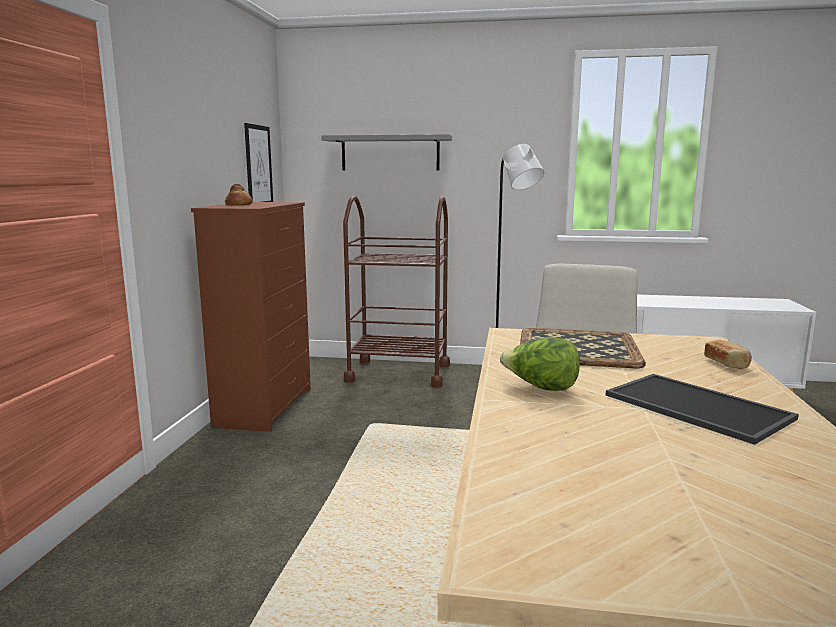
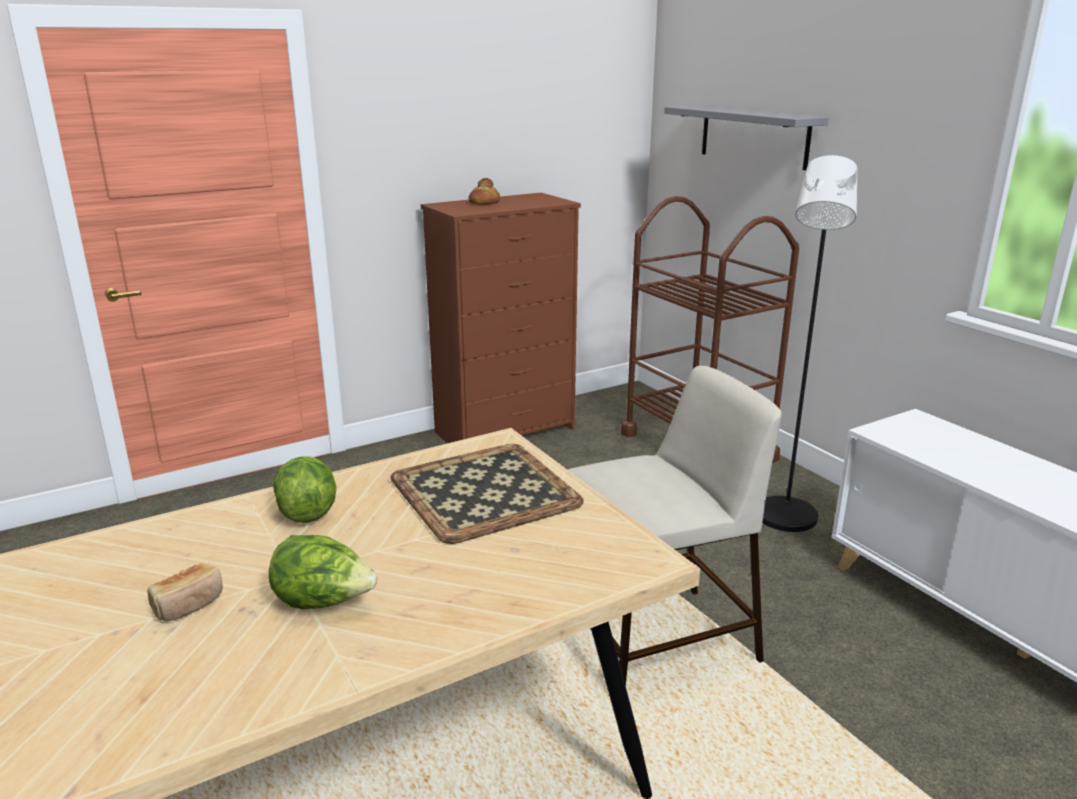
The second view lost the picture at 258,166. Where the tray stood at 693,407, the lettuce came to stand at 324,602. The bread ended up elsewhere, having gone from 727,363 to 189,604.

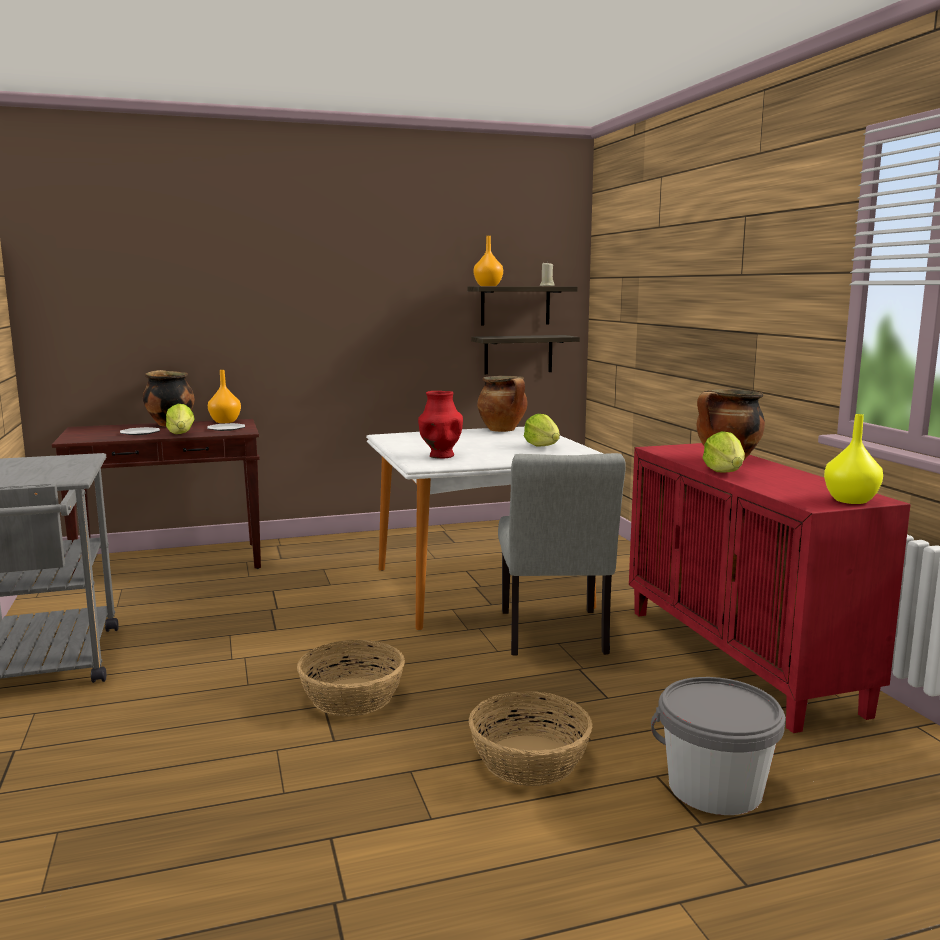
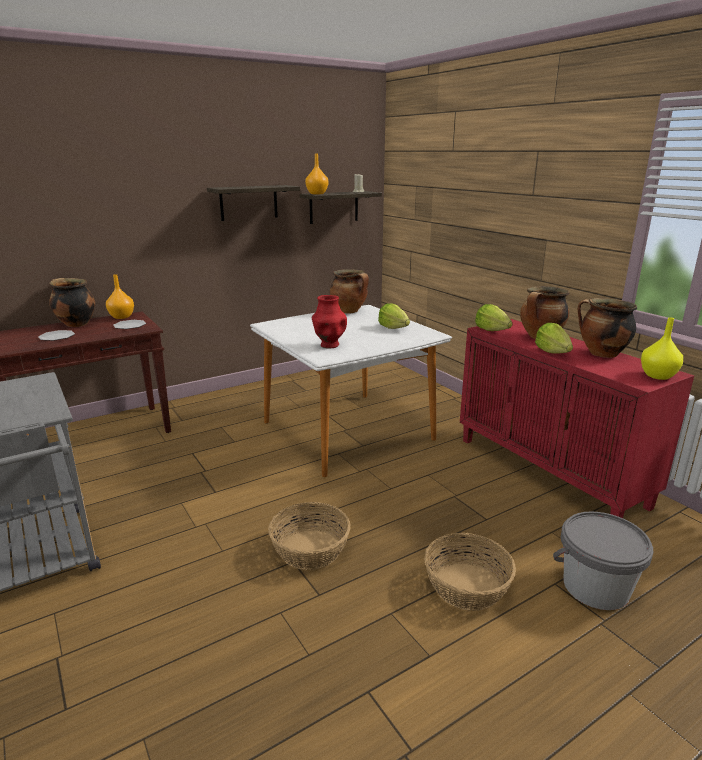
The lettuce ended up elsewhere, having gone from 181,434 to 491,330. The shelf ended up elsewhere, having gone from 518,354 to 248,202. The second view lost the grey chair at 554,636. The second view gained the cooking pot at 601,354.

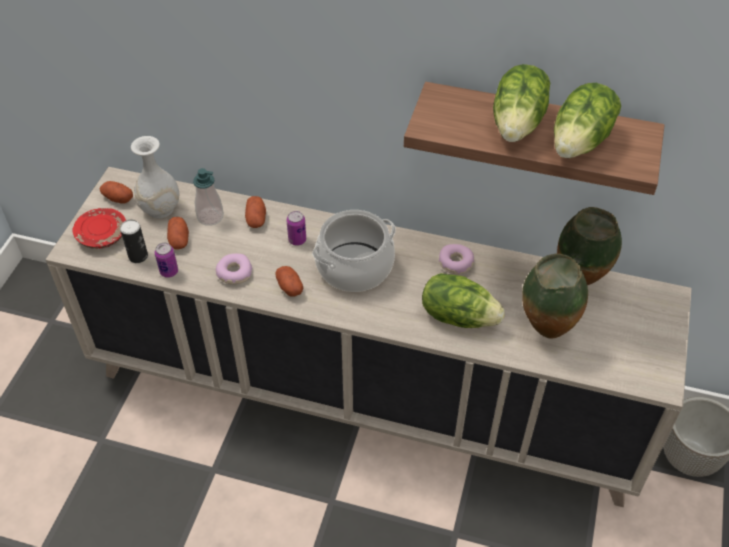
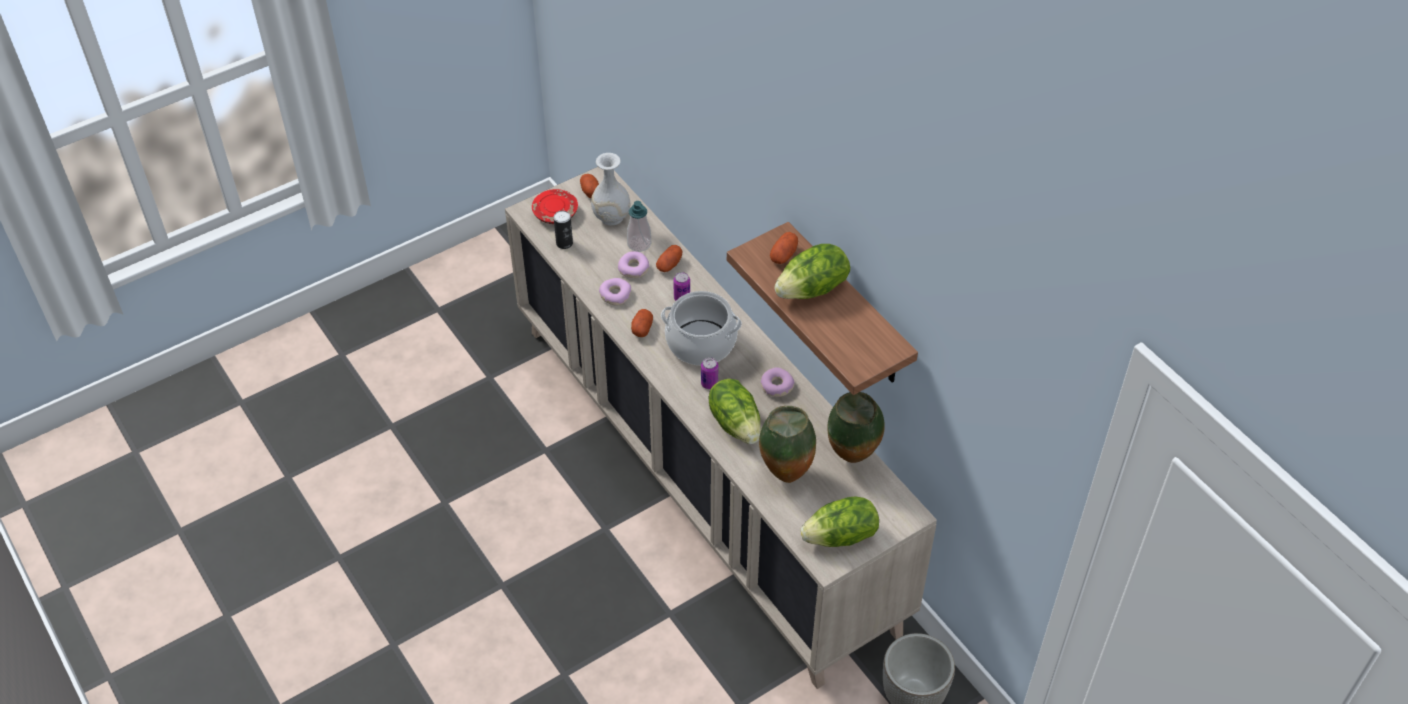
The can ended up elsewhere, having gone from 169,271 to 709,383. The potato ended up elsewhere, having gone from 179,239 to 783,255. The lettuce ended up elsewhere, having gone from 581,142 to 841,537. The second view gained the donut at 634,269.

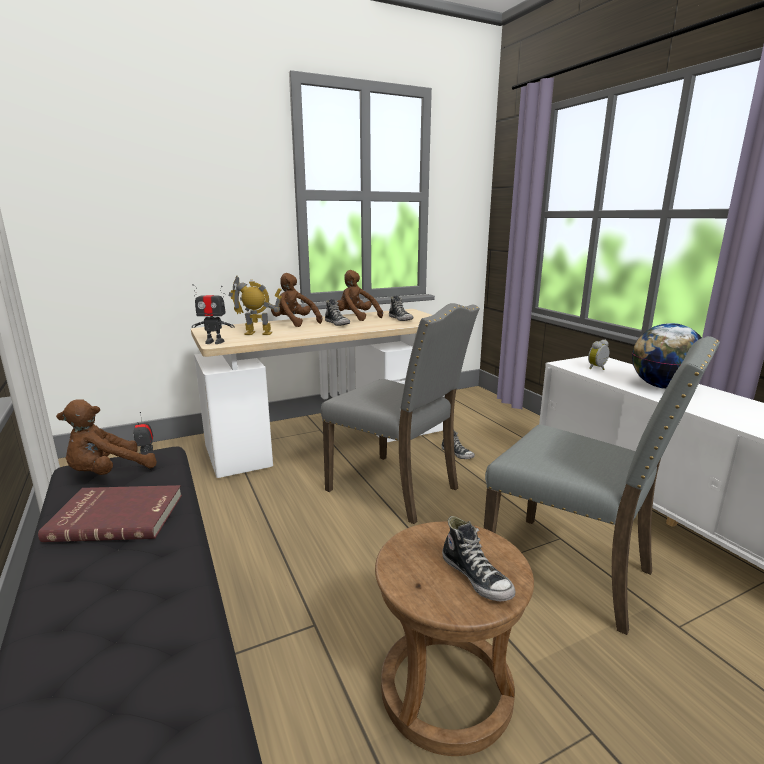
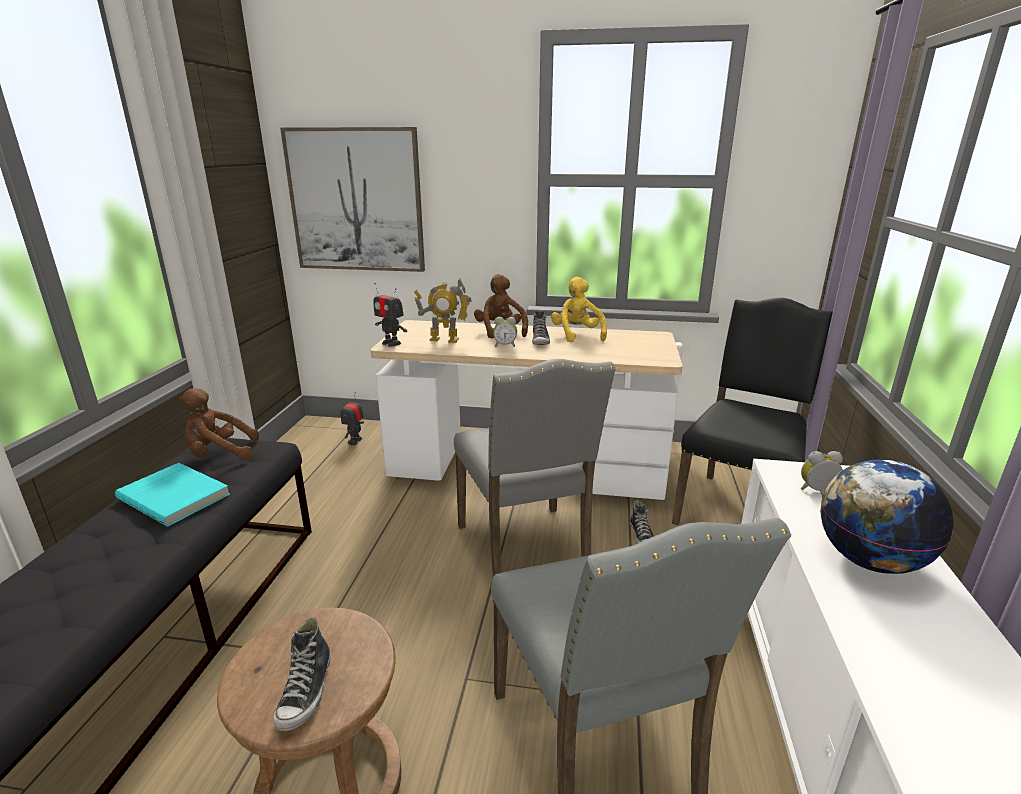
What was the red book at 117,516 turned into the turquoise book at 176,496. The toy robot at 258,333 ended up facing another way, 150 degrees clockwise from before. What was the brown plush toy at 356,317 turned into the yellow plush toy at 577,335. The second view lost the shoe at 401,319. The second view gained the picture at 356,201. The second view gained the alarm clock at 505,345. The second view gained the black chair at 737,509.

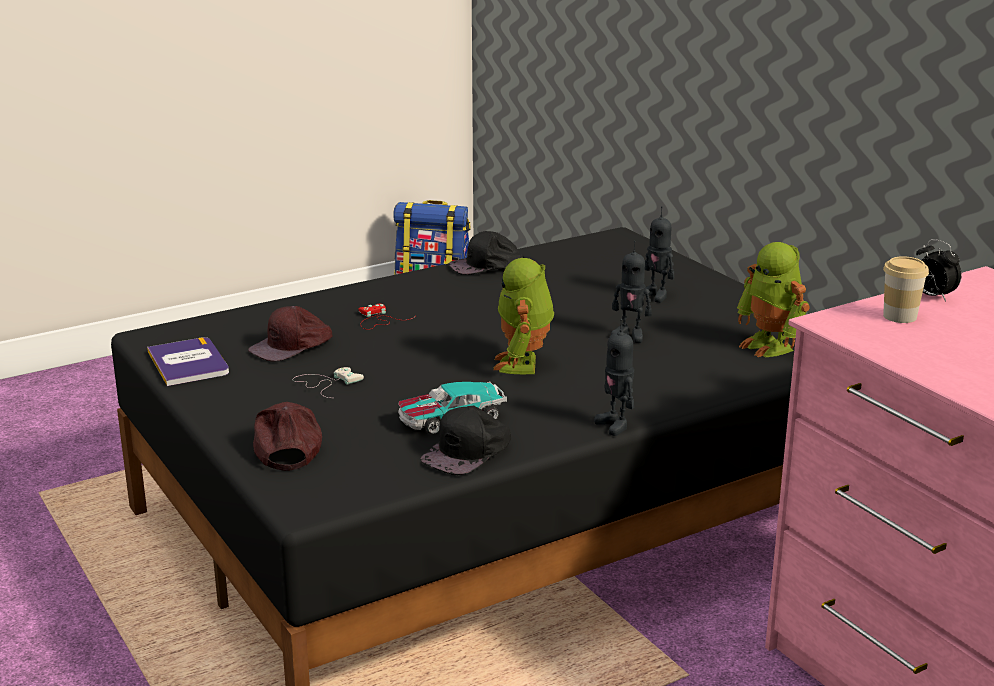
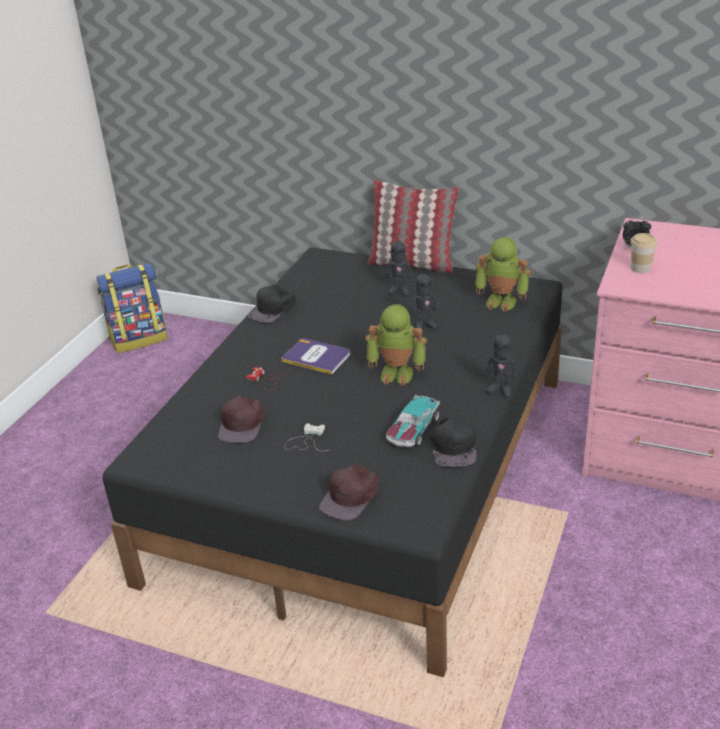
The book ended up elsewhere, having gone from 188,363 to 316,357. The brown cap at 286,446 ended up facing another way, 105 degrees counterclockwise from before. The toy robot at 523,364 ended up facing another way, 45 degrees counterclockwise from before. The second view gained the pillow at 412,263.

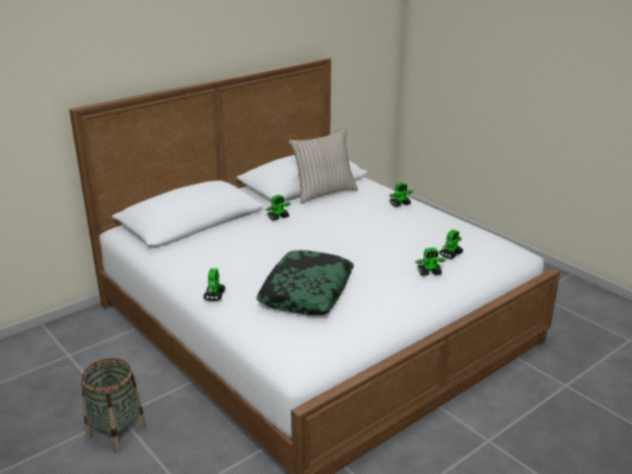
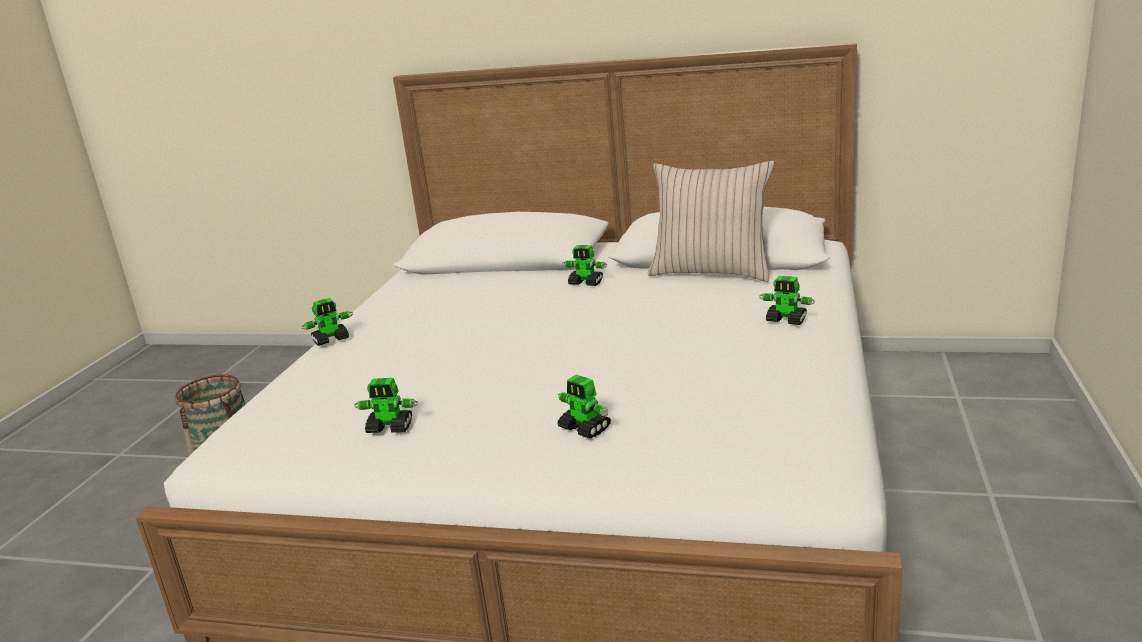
The second view lost the pillow at 306,292. The toy robot ended up elsewhere, having gone from 451,254 to 390,428.

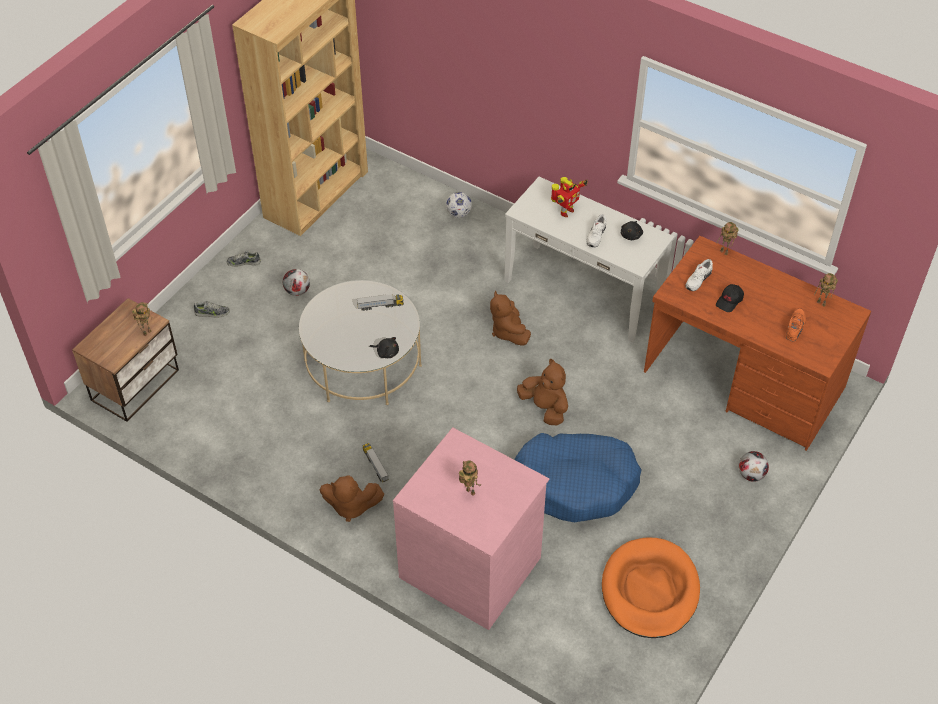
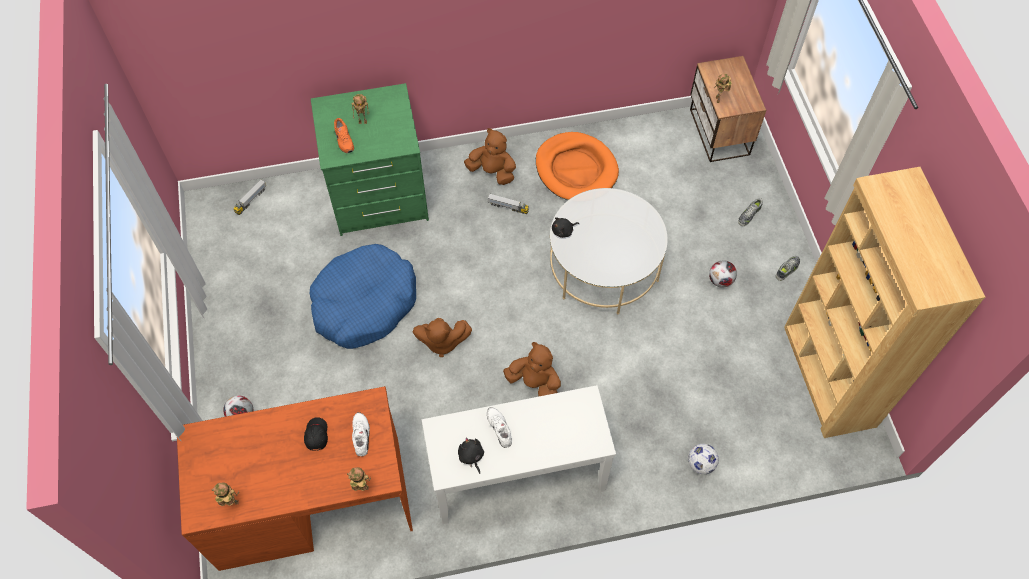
The brown plush toy at 350,506 ended up facing another way, 60 degrees clockwise from before. The toy truck ended up elsewhere, having gone from 380,306 to 251,200. What was the pink dresser at 471,566 turned into the green dresser at 379,197. The second view lost the toy robot at 565,211. The orange dog bed ended up elsewhere, having gone from 649,590 to 576,169. The orange shoe ended up elsewhere, having gone from 795,327 to 343,140.

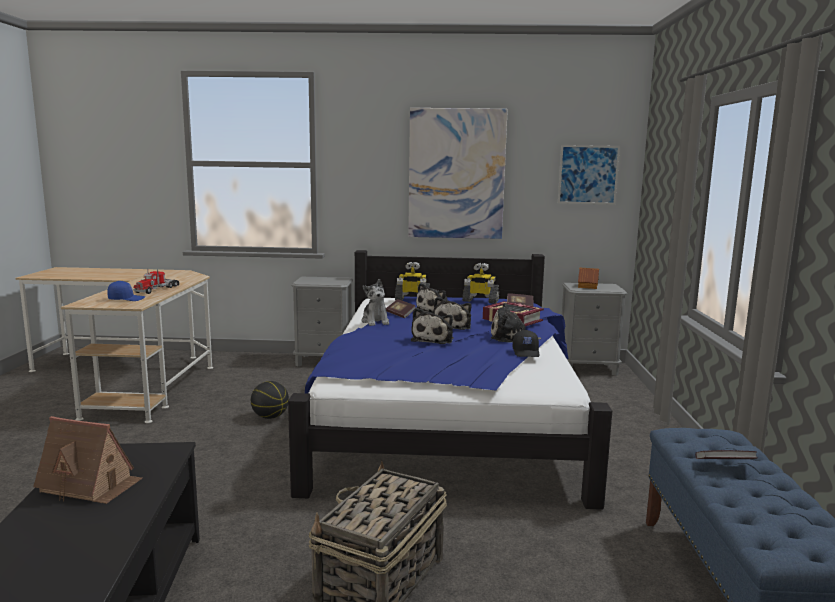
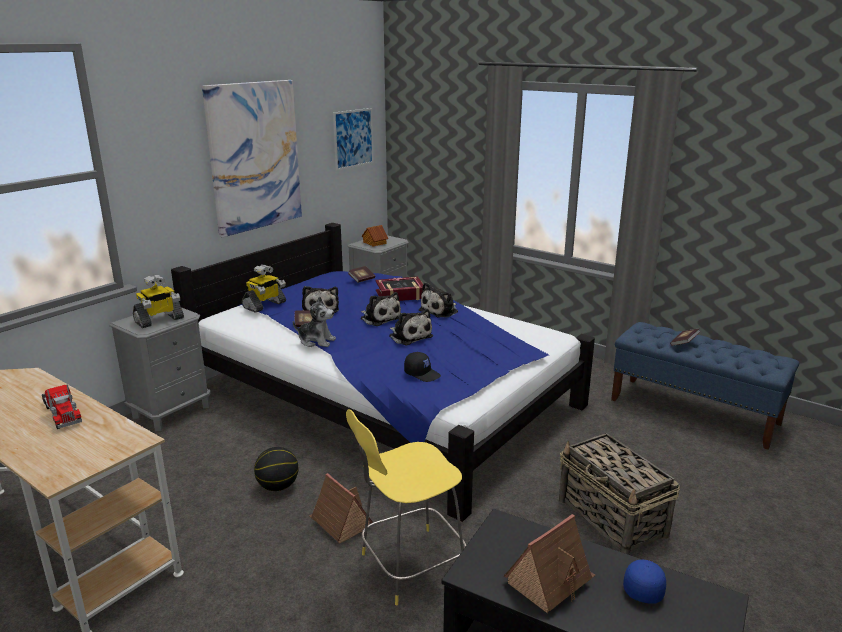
The blue cap ended up elsewhere, having gone from 126,299 to 642,585. The toy robot ended up elsewhere, having gone from 480,301 to 159,320. The black cap ended up elsewhere, having gone from 526,352 to 422,374. The second view gained the toy house at 340,522. The second view gained the yellow stool at 409,566.

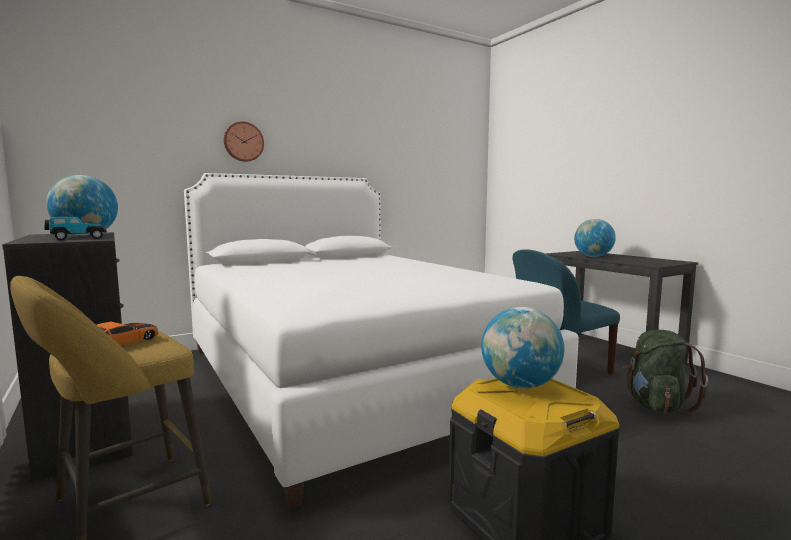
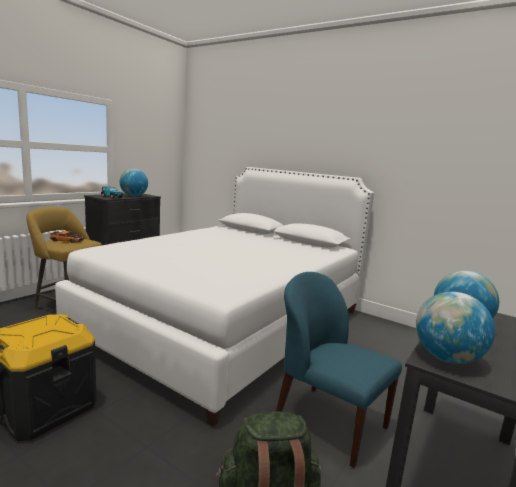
The second view lost the wall clock at 243,142. The globe ended up elsewhere, having gone from 520,385 to 447,359.

